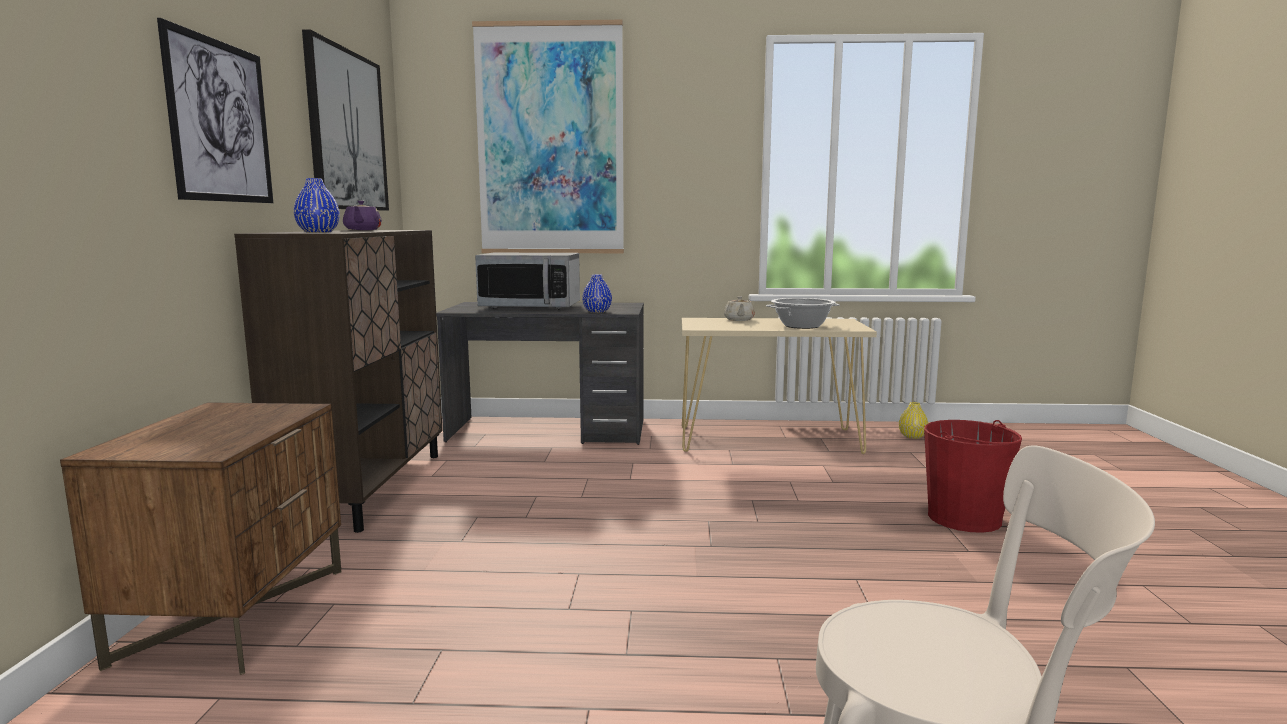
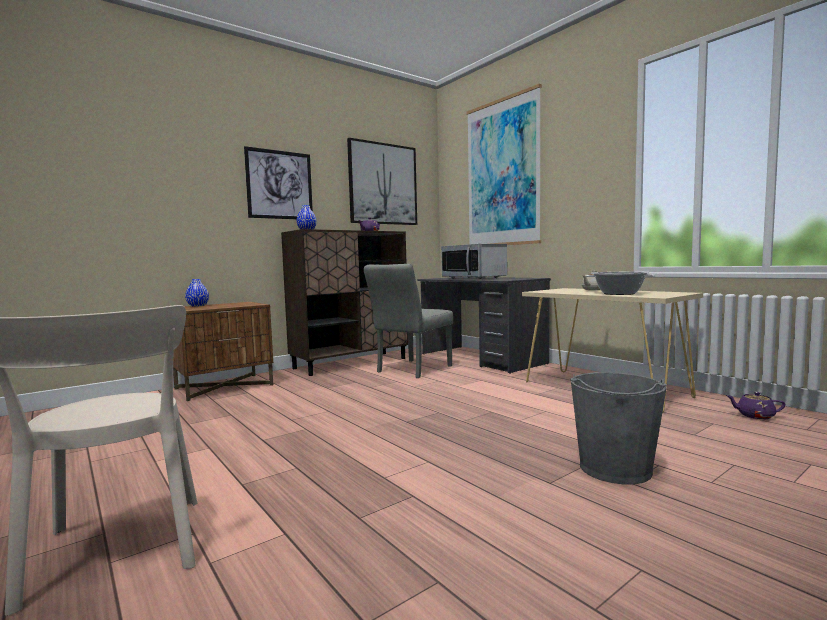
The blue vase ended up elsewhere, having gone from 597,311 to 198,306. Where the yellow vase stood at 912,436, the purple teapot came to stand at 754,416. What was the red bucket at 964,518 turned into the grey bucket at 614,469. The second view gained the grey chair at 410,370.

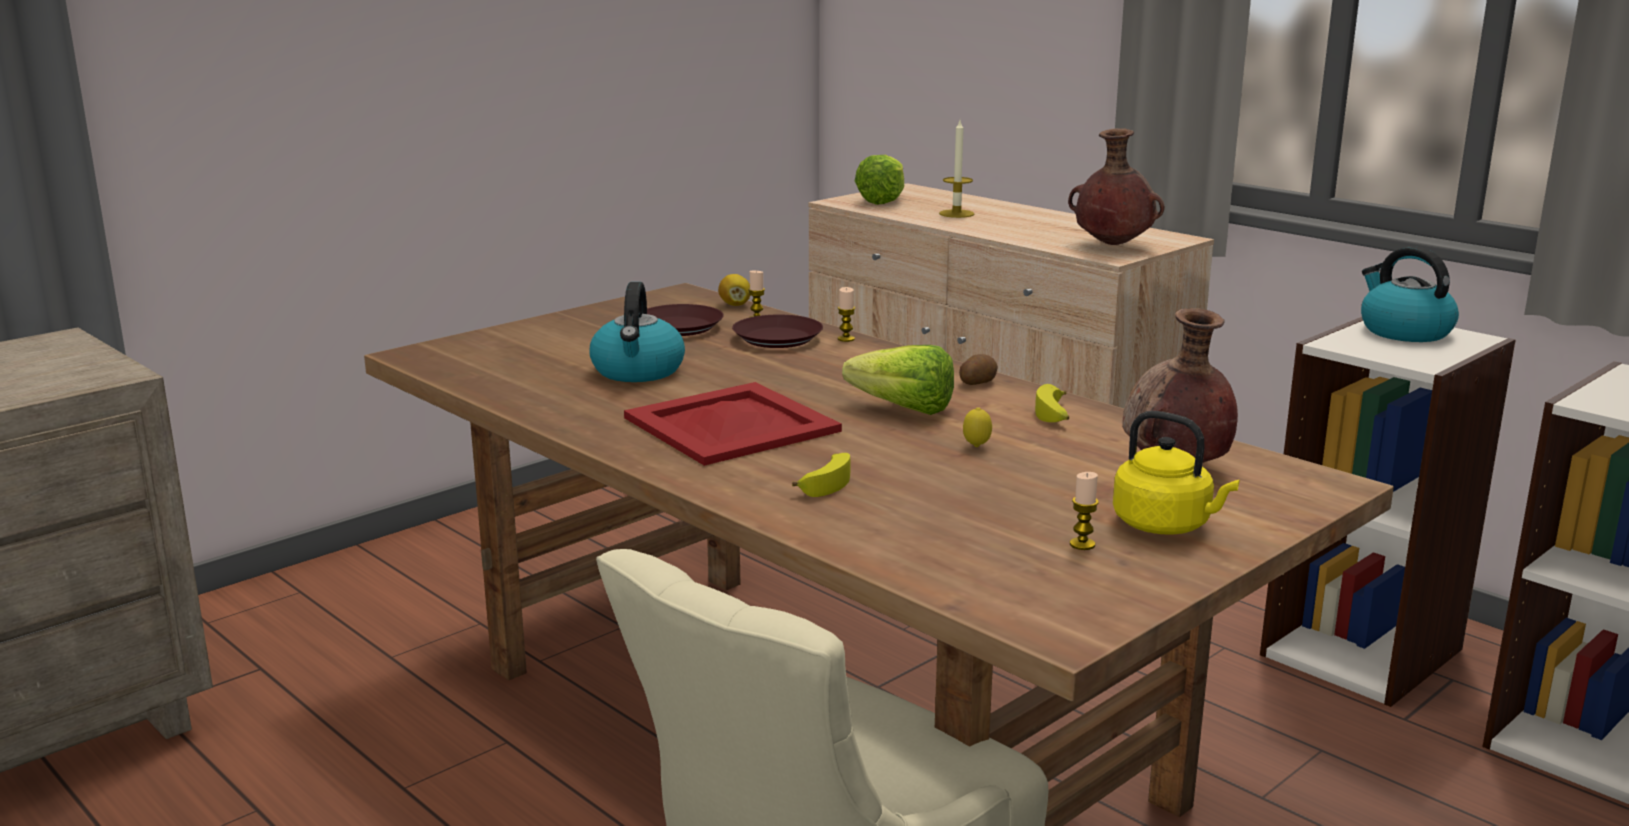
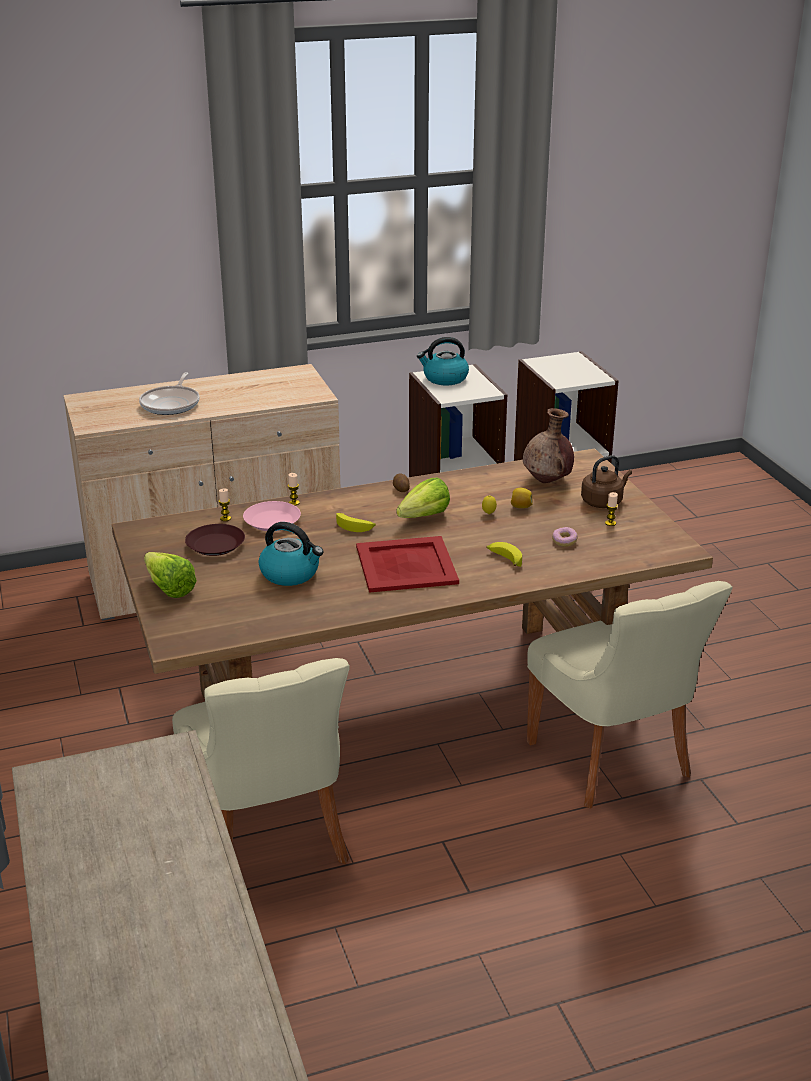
The lemon ended up elsewhere, having gone from 735,305 to 521,507. What was the brown plate at 778,339 turned into the pink plate at 273,521. The lettuce ended up elsewhere, having gone from 887,199 to 167,586. Where the candle stood at 956,214, the frying pan came to stand at 171,404. The banana ended up elsewhere, having gone from 1055,415 to 355,526. The second view lost the brown vase at 1111,246. What was the yellow kettle at 1166,525 turned into the brown kettle at 603,502. The second view gained the beige chair at 269,842. The second view gained the donut at 564,542.

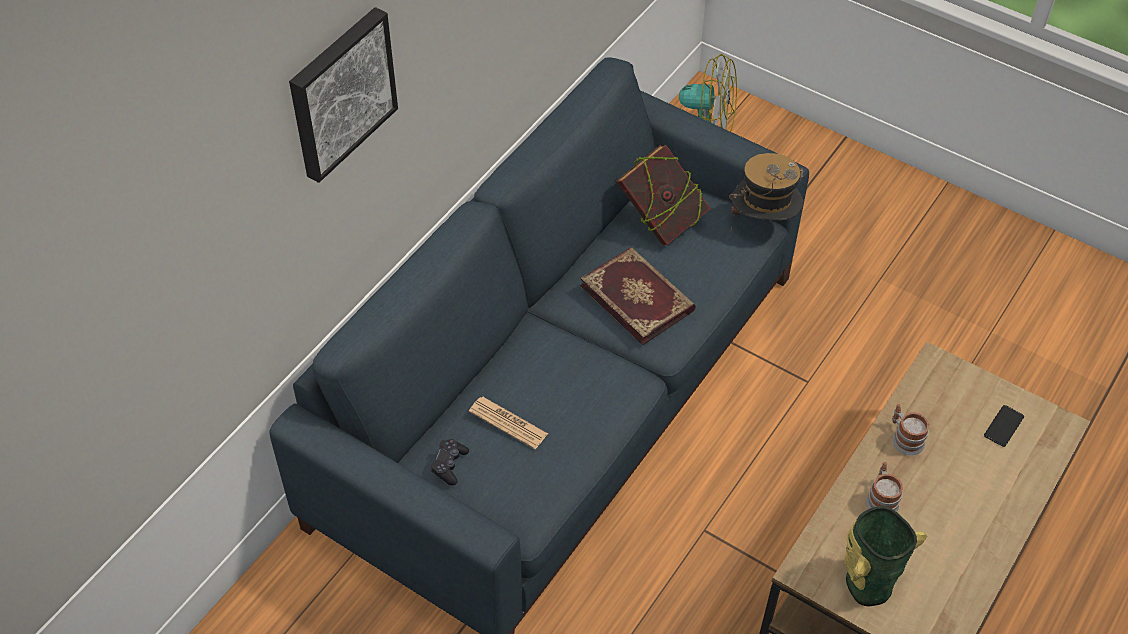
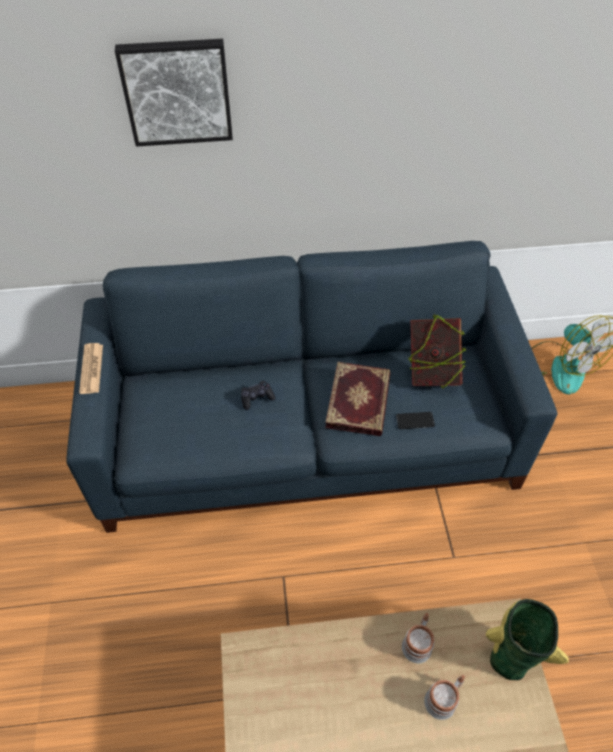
The black game controller ended up elsewhere, having gone from 449,465 to 257,398. The newspaper ended up elsewhere, having gone from 508,423 to 91,369. The second view lost the hat at 763,223. The vase ended up elsewhere, having gone from 866,582 to 510,655. The mug ended up elsewhere, having gone from 881,499 to 444,698. The phone ended up elsewhere, having gone from 1003,426 to 415,421.

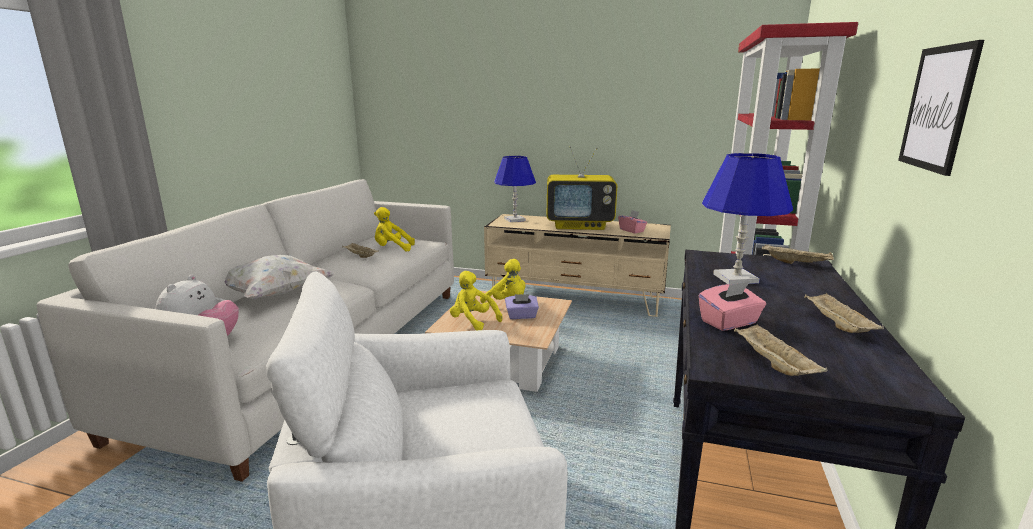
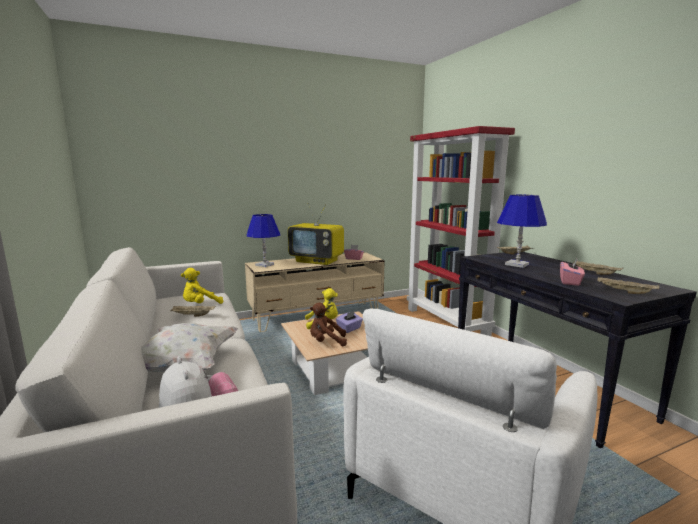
What was the yellow plush toy at 473,321 turned into the brown plush toy at 326,342. The television at 580,225 ended up facing another way, 60 degrees clockwise from before. The second view lost the picture at 938,108.

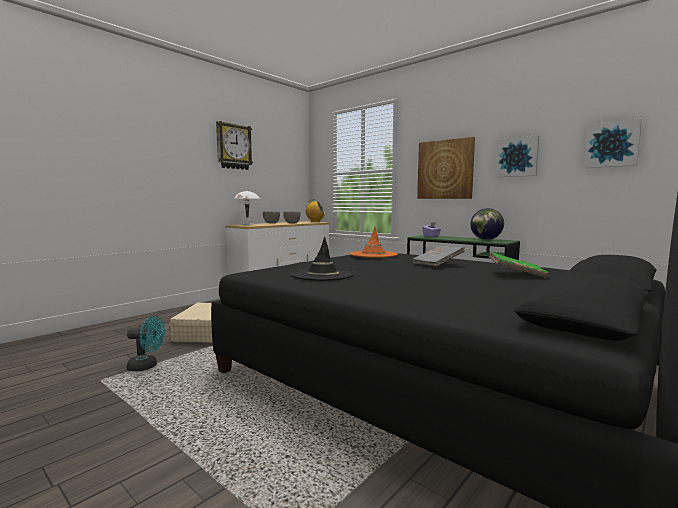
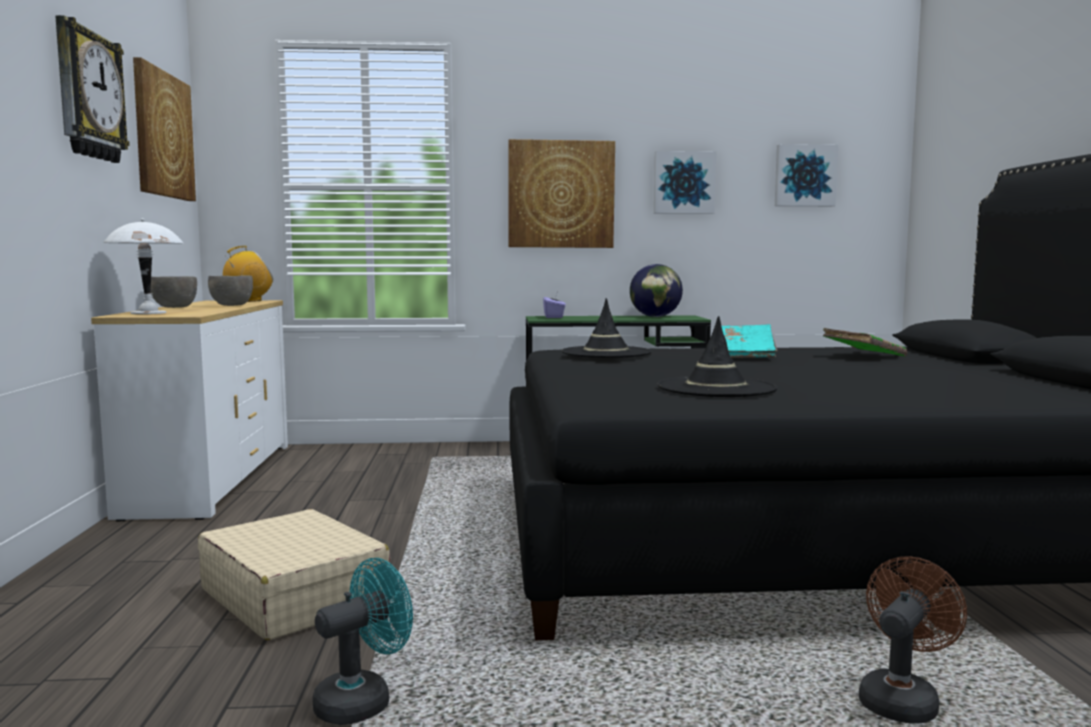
What was the orange hat at 373,254 turned into the black hat at 606,353. What was the grey book at 438,263 turned into the turquoise book at 745,355. The second view gained the picture at 162,135. The second view gained the brown fan at 901,699.

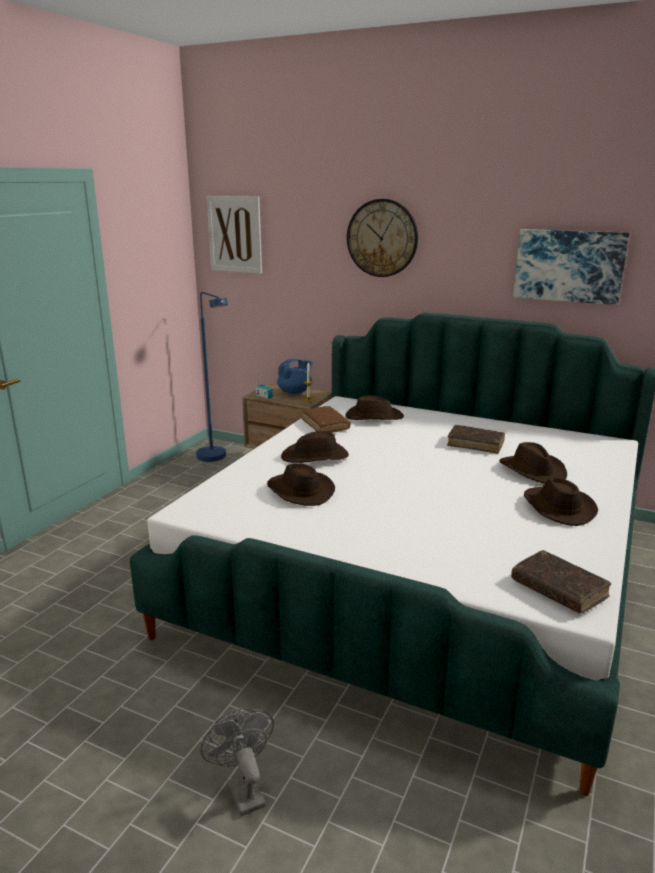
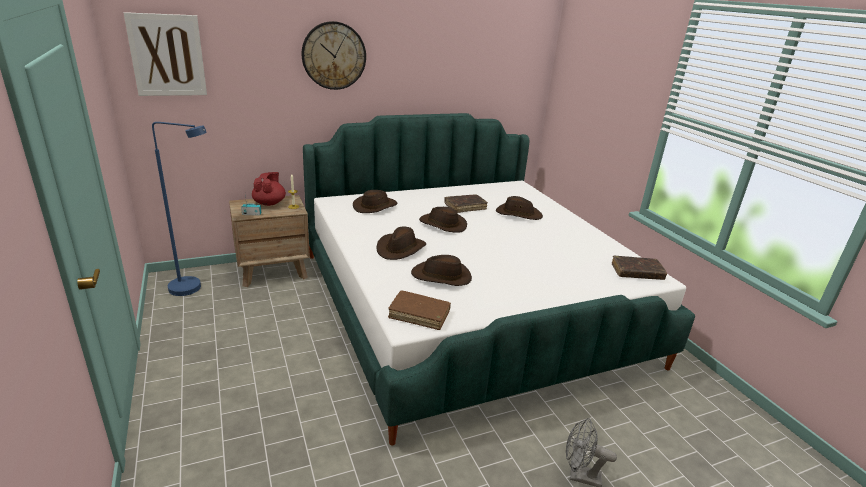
What was the blue teapot at 295,392 turned into the red teapot at 269,203. The brown book ended up elsewhere, having gone from 325,425 to 419,315. The second view lost the picture at 569,266. The brown hat ended up elsewhere, having gone from 557,507 to 442,224.

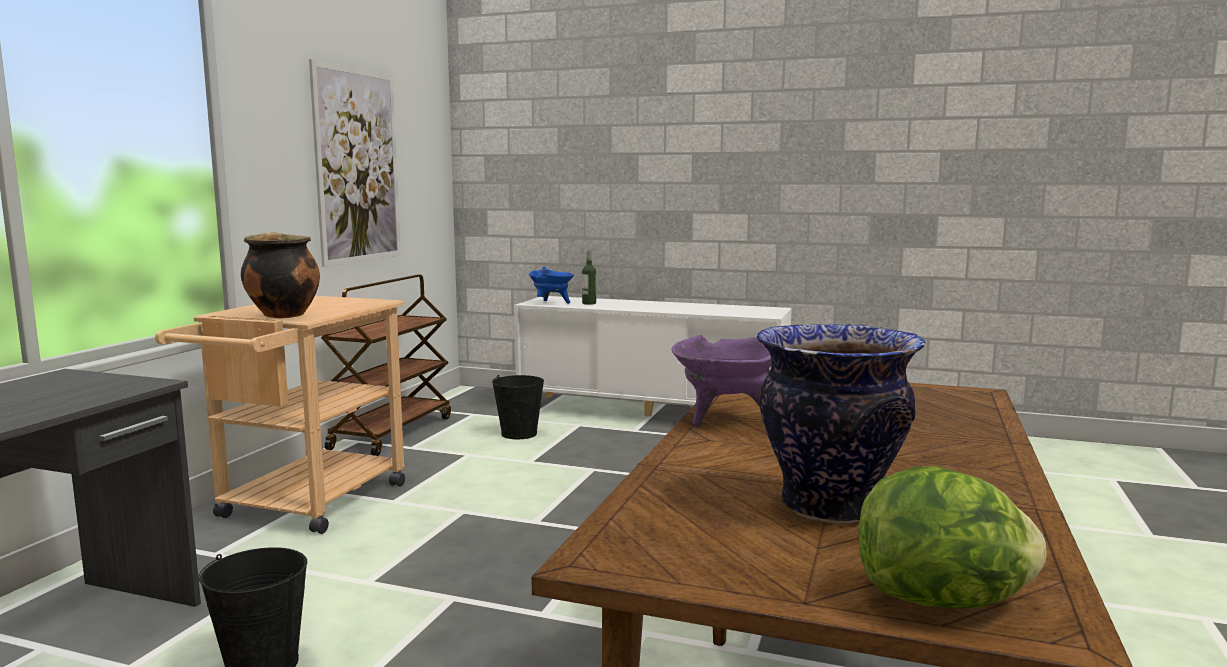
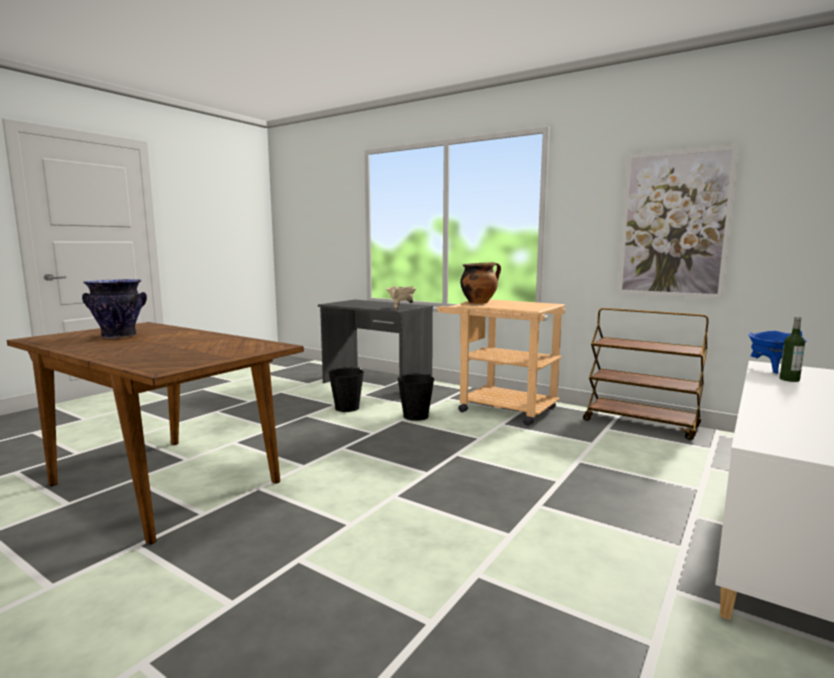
The black bucket ended up elsewhere, having gone from 519,433 to 416,416. The second view lost the purple cooking pot at 726,419. The second view lost the lettuce at 943,601. The second view gained the beige cooking pot at 400,308.

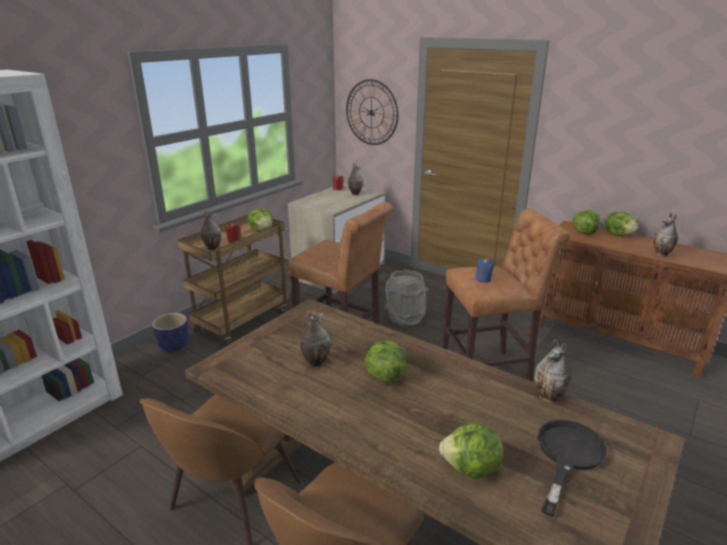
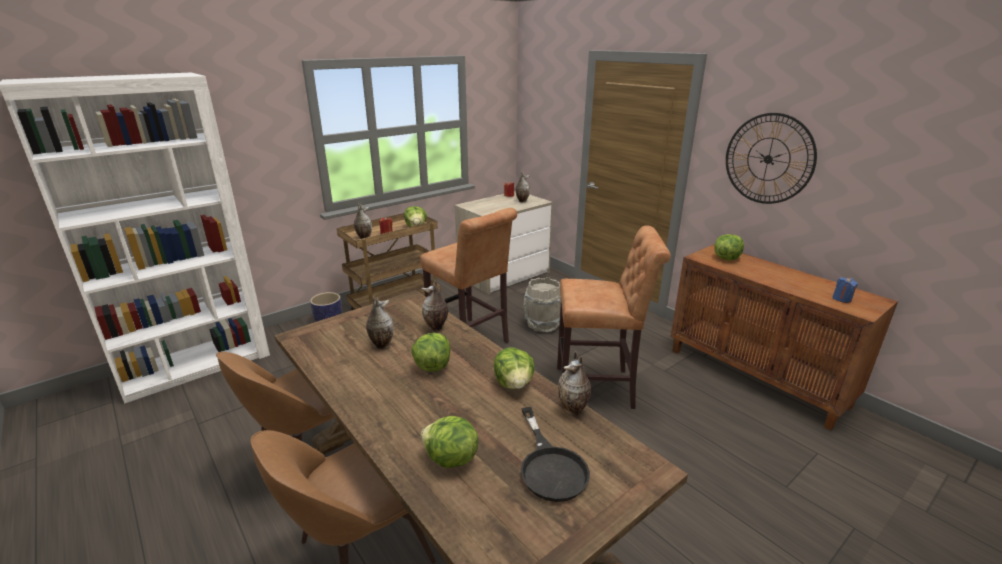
The wall clock ended up elsewhere, having gone from 371,112 to 768,159. The blue candle ended up elsewhere, having gone from 483,279 to 841,299. The black frying pan at 567,456 ended up facing another way, 120 degrees clockwise from before. The lettuce ended up elsewhere, having gone from 619,234 to 514,384. The vase ended up elsewhere, having gone from 662,254 to 436,328.

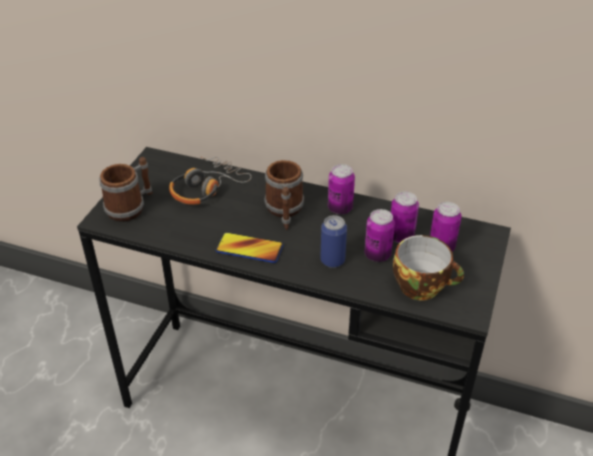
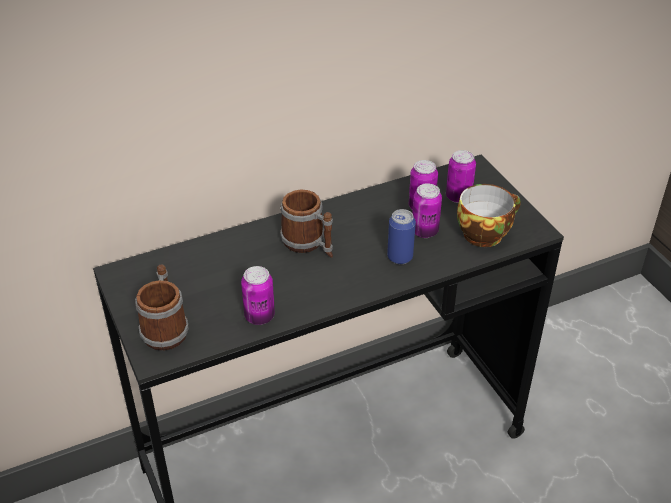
The second view lost the headphones at 206,188. The second view lost the phone at 249,248. The can ended up elsewhere, having gone from 340,208 to 259,316.

